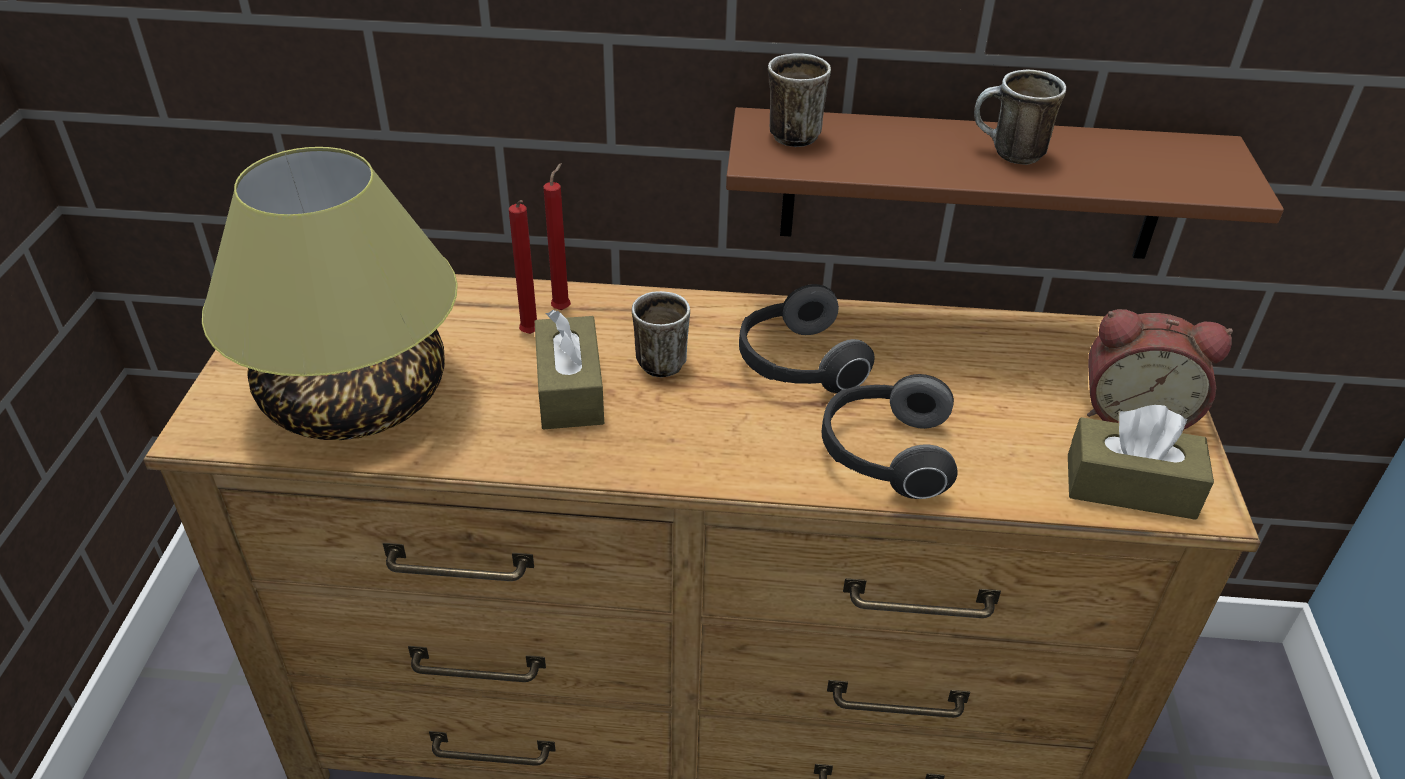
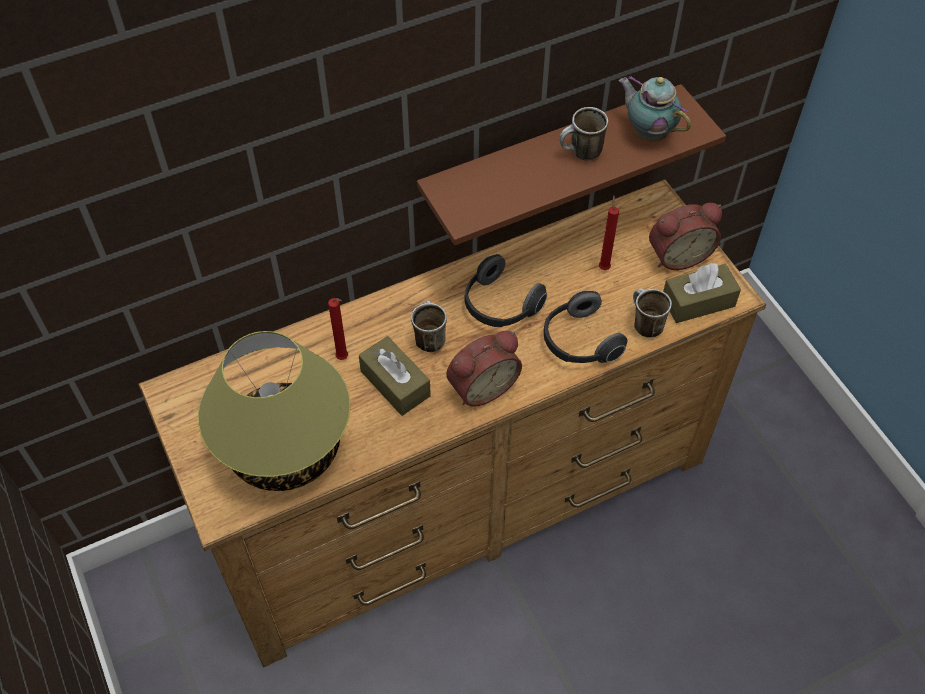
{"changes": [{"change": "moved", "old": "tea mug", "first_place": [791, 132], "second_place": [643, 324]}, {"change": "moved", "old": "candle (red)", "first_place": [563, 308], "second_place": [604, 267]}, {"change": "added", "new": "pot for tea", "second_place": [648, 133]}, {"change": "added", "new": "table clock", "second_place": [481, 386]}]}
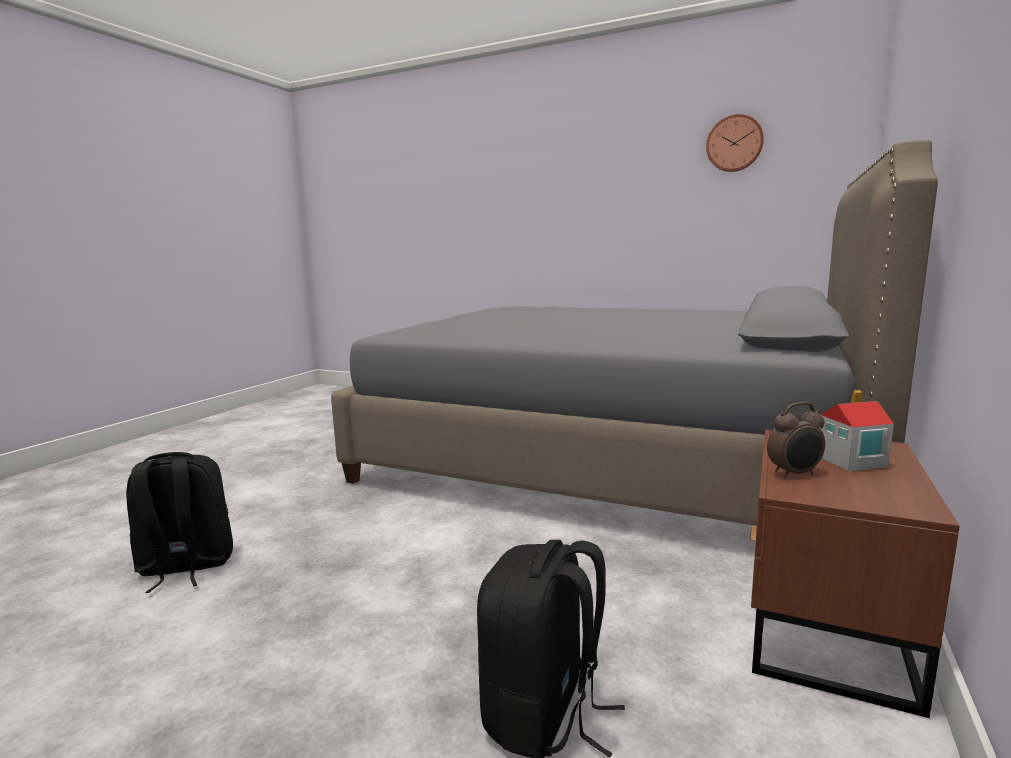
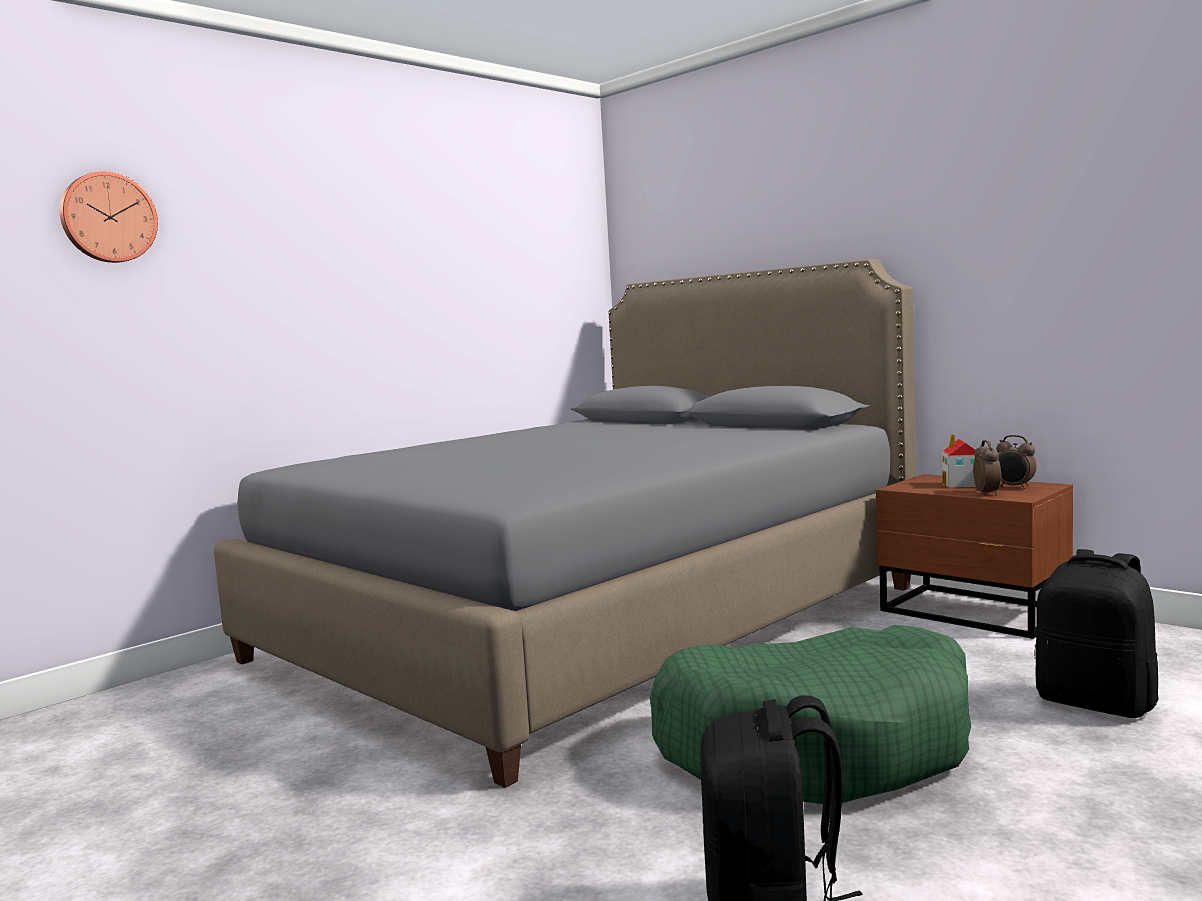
{"changes": [{"change": "moved", "old": "clock on the wall", "first_place": [734, 143], "second_place": [108, 218]}, {"change": "added", "new": "table clock", "second_place": [1014, 487]}, {"change": "added", "new": "dog cushion (green-coloured)", "second_place": [817, 747]}]}
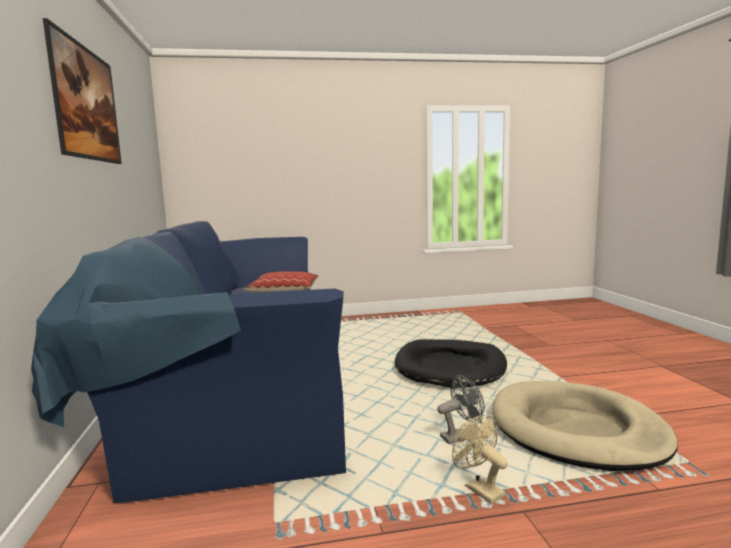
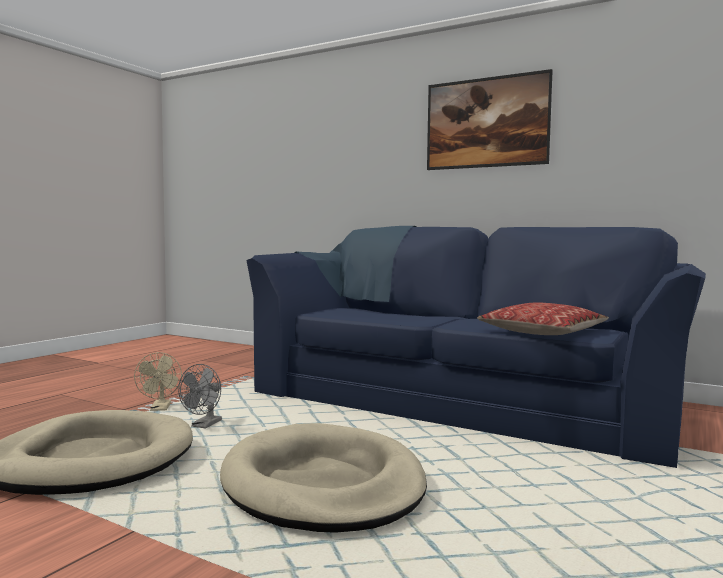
{"changes": [{"change": "recoloured", "old": "dog cushion (black-coloured)", "new": "dog cushion (sand-coloured)", "first_place": [450, 367], "second_place": [323, 485]}, {"change": "turned", "old": "electric fan (sand-coloured)", "first_place": [479, 489], "second_place": [160, 409], "degrees": 75}]}
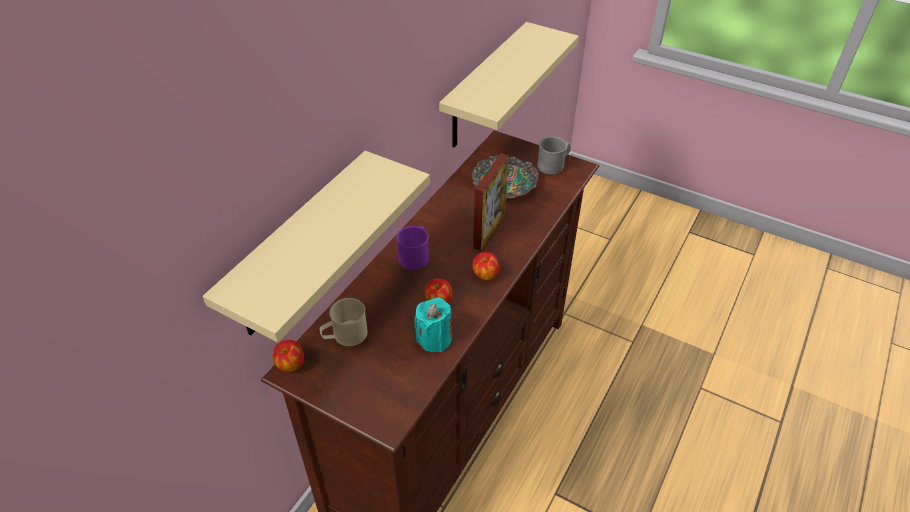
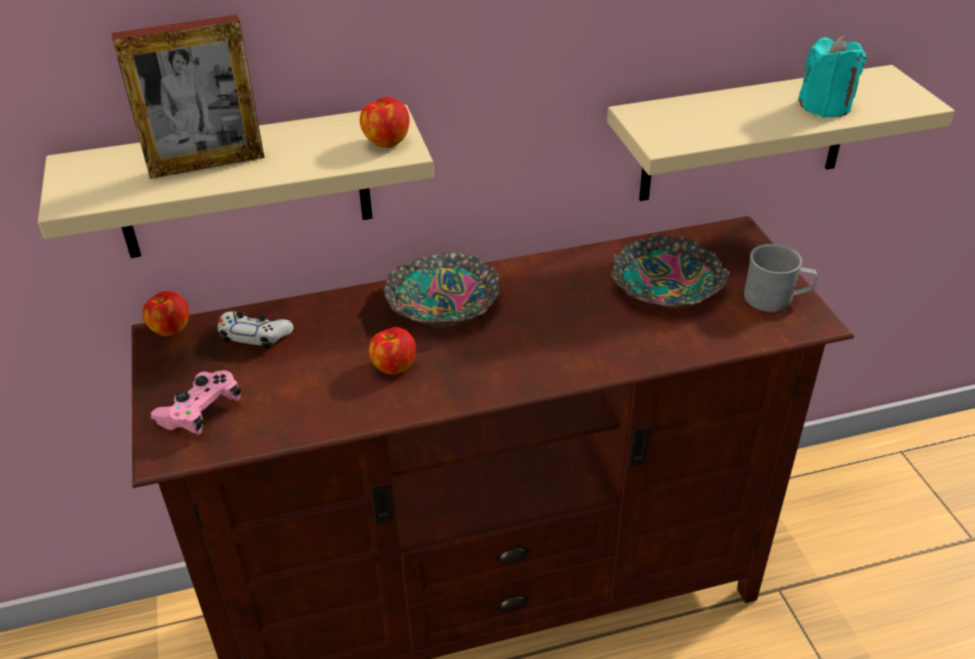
{"changes": [{"change": "moved", "old": "picture frame", "first_place": [489, 230], "second_place": [207, 164]}, {"change": "replaced", "old": "tea mug (purple-coloured)", "new": "deep dish", "first_place": [415, 255], "second_place": [442, 301]}, {"change": "moved", "old": "apple", "first_place": [485, 275], "second_place": [386, 142]}, {"change": "moved", "old": "candle (blue-green)", "first_place": [434, 339], "second_place": [825, 106]}, {"change": "replaced", "old": "tea mug (sand-coloured)", "new": "game controller (white)", "first_place": [345, 336], "second_place": [255, 336]}, {"change": "added", "new": "game controller (pink)", "second_place": [200, 412]}]}
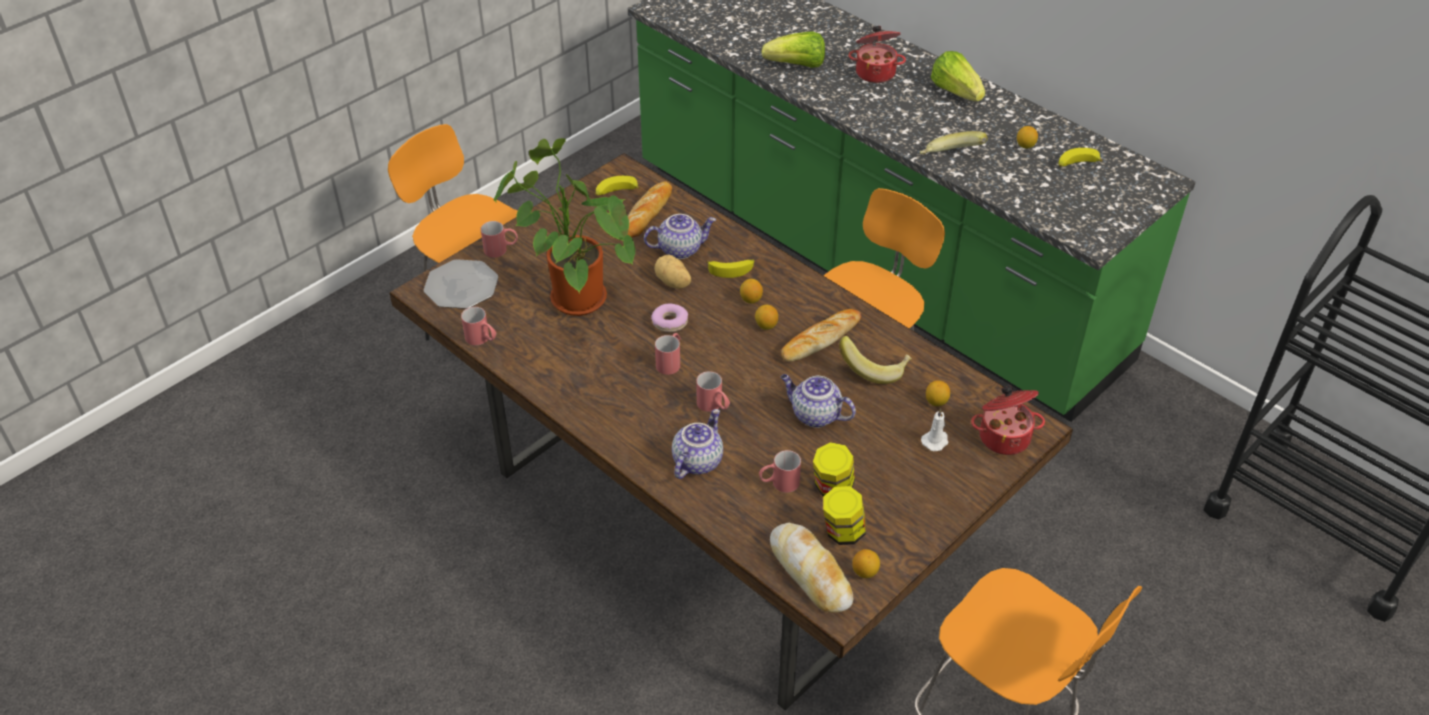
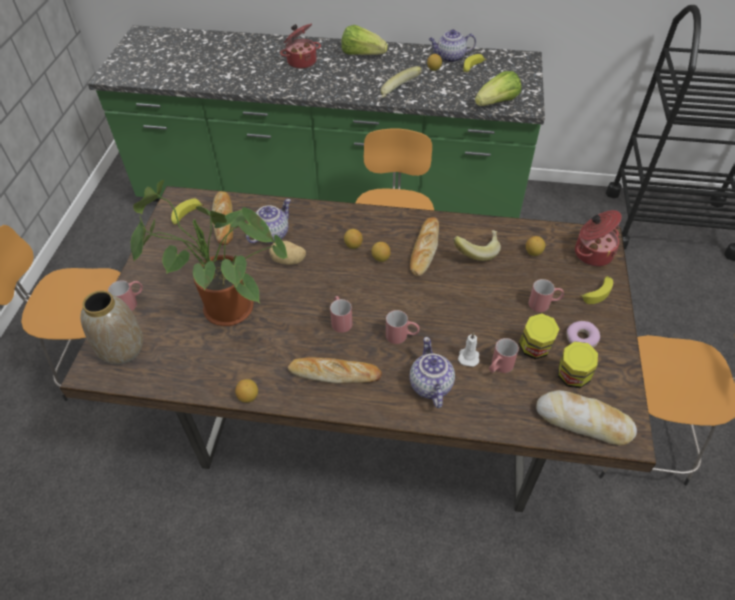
{"changes": [{"change": "moved", "old": "lettuce head", "first_place": [797, 65], "second_place": [497, 103]}, {"change": "replaced", "old": "flat dish", "new": "vase", "first_place": [461, 286], "second_place": [122, 348]}, {"change": "moved", "old": "banana fruit", "first_place": [731, 270], "second_place": [597, 292]}, {"change": "moved", "old": "donut", "first_place": [670, 322], "second_place": [581, 338]}, {"change": "moved", "old": "tea mug (red)", "first_place": [482, 339], "second_place": [544, 304]}, {"change": "moved", "old": "pot for tea", "first_place": [814, 415], "second_place": [450, 57]}, {"change": "moved", "old": "candle (white)", "first_place": [935, 441], "second_place": [468, 356]}, {"change": "moved", "old": "citrus fruit", "first_place": [865, 572], "second_place": [248, 396]}, {"change": "added", "new": "bakery bread", "second_place": [334, 373]}]}
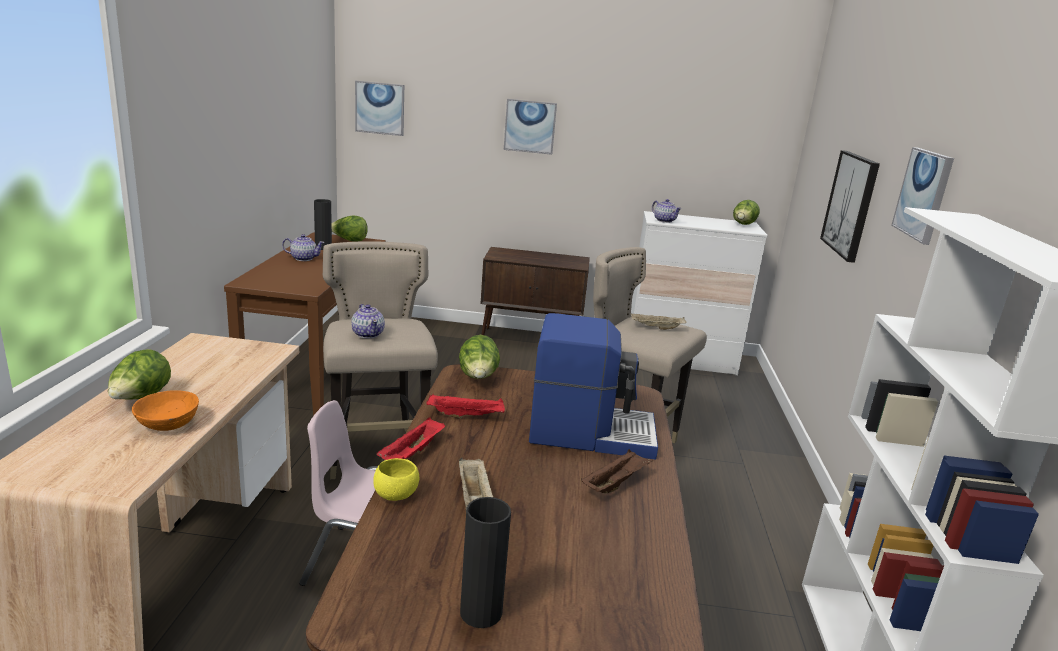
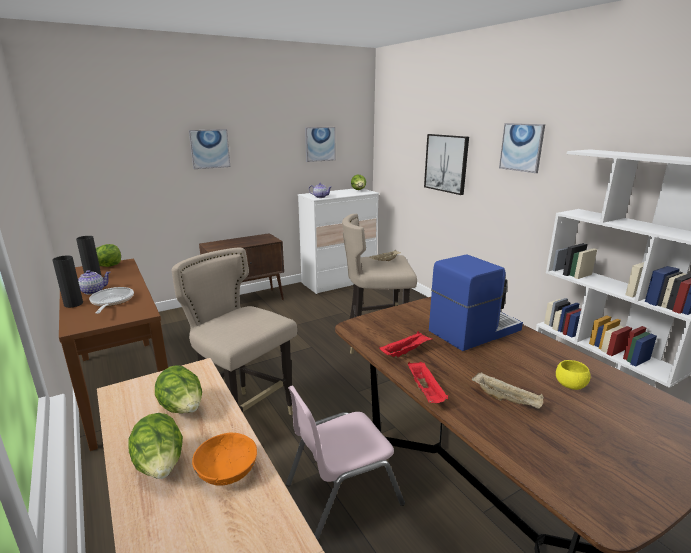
{"changes": [{"change": "moved", "old": "wall art", "first_place": [380, 108], "second_place": [320, 144]}, {"change": "removed", "old": "pot for tea", "first_place": [368, 334]}, {"change": "moved", "old": "lettuce head", "first_place": [478, 378], "second_place": [183, 409]}, {"change": "removed", "old": "tray (brown)", "first_place": [615, 483]}, {"change": "moved", "old": "deep dish (yellow)", "first_place": [396, 495], "second_place": [570, 385]}, {"change": "moved", "old": "vase (black-coloured)", "first_place": [481, 612], "second_place": [73, 304]}, {"change": "added", "new": "skillet", "second_place": [111, 302]}]}
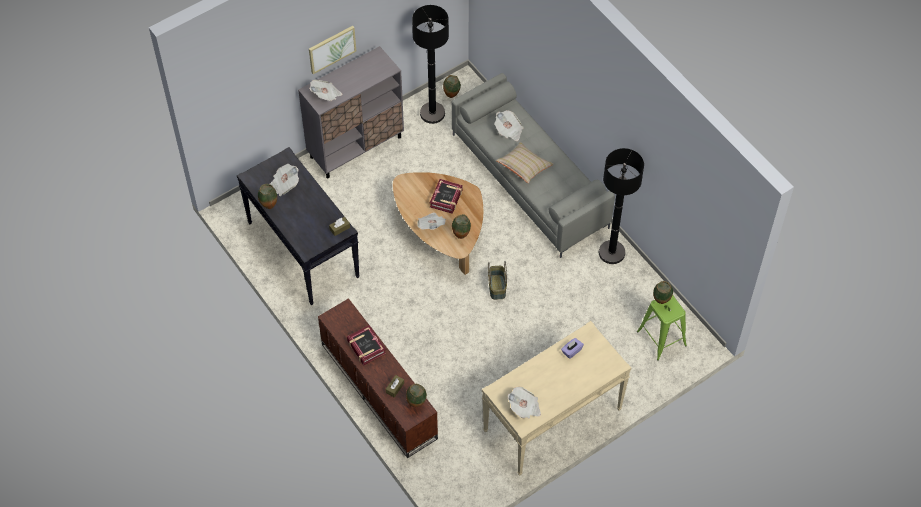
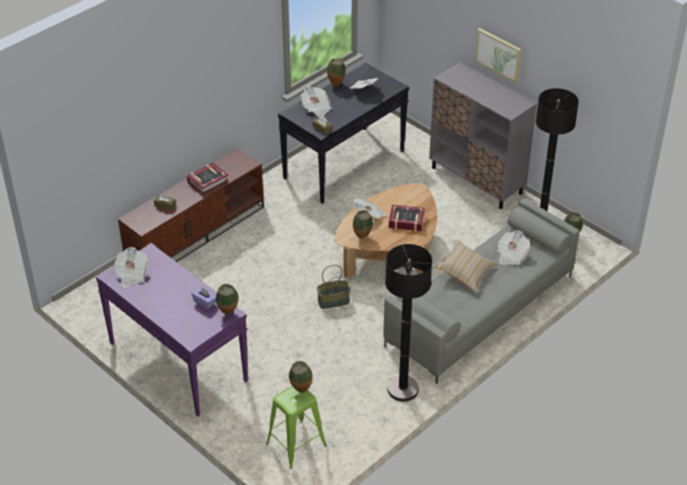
{"changes": [{"change": "moved", "old": "daily paper", "first_place": [326, 95], "second_place": [316, 108]}, {"change": "recoloured", "old": "console table (sand-coloured)", "new": "console table (purple-coloured)", "first_place": [552, 420], "second_place": [177, 362]}, {"change": "moved", "old": "vase", "first_place": [416, 403], "second_place": [228, 313]}]}
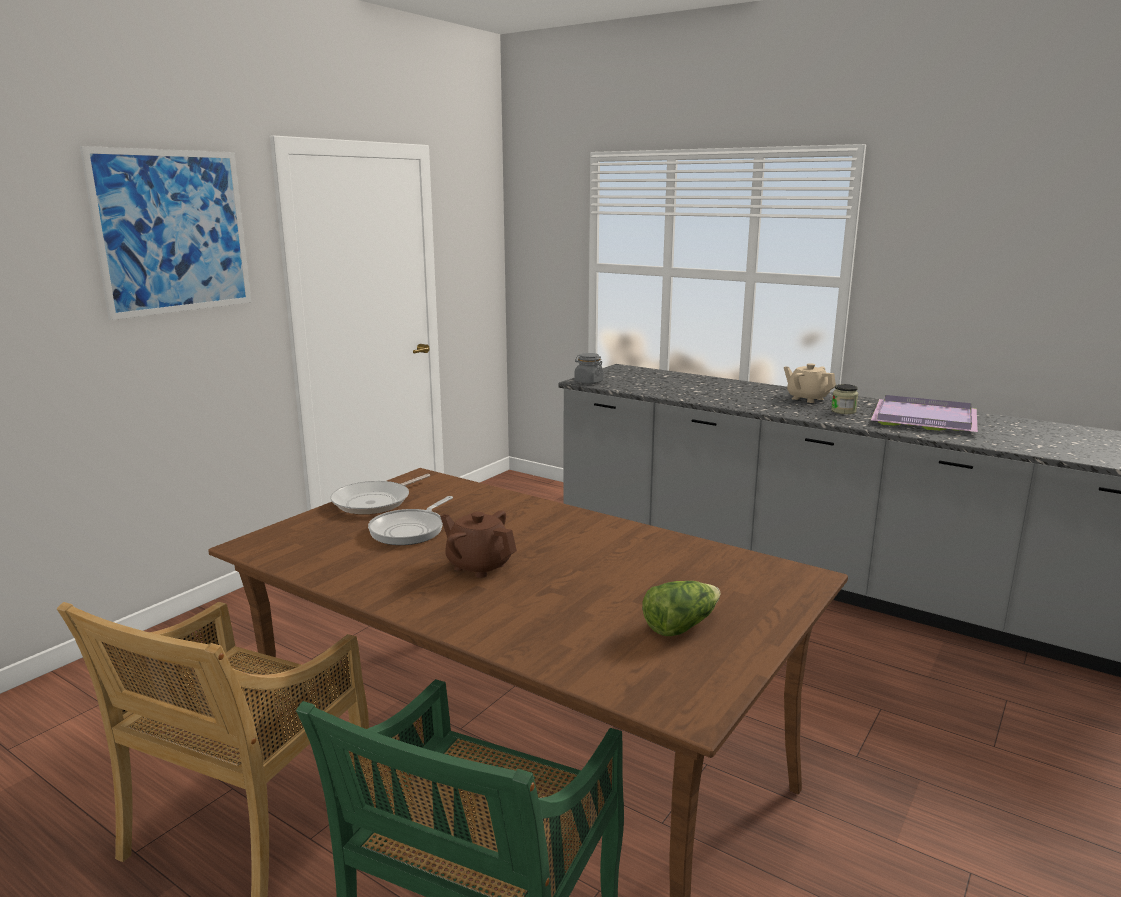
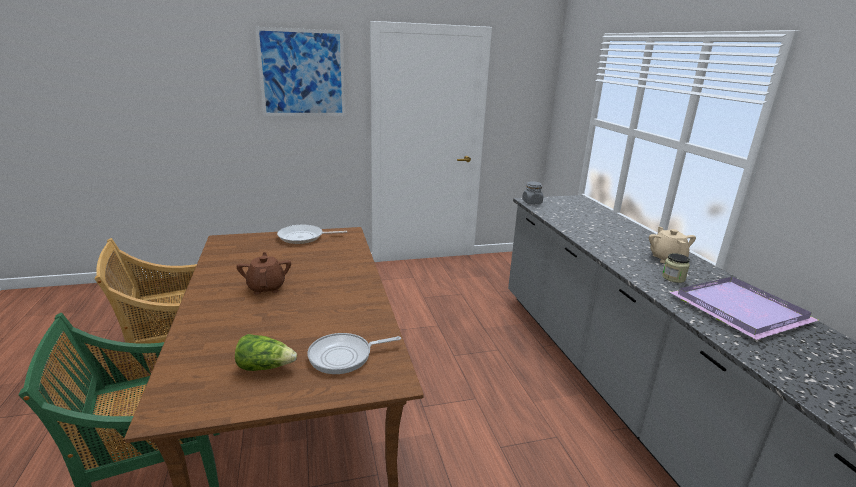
{"changes": [{"change": "moved", "old": "skillet", "first_place": [410, 530], "second_place": [344, 356]}]}
